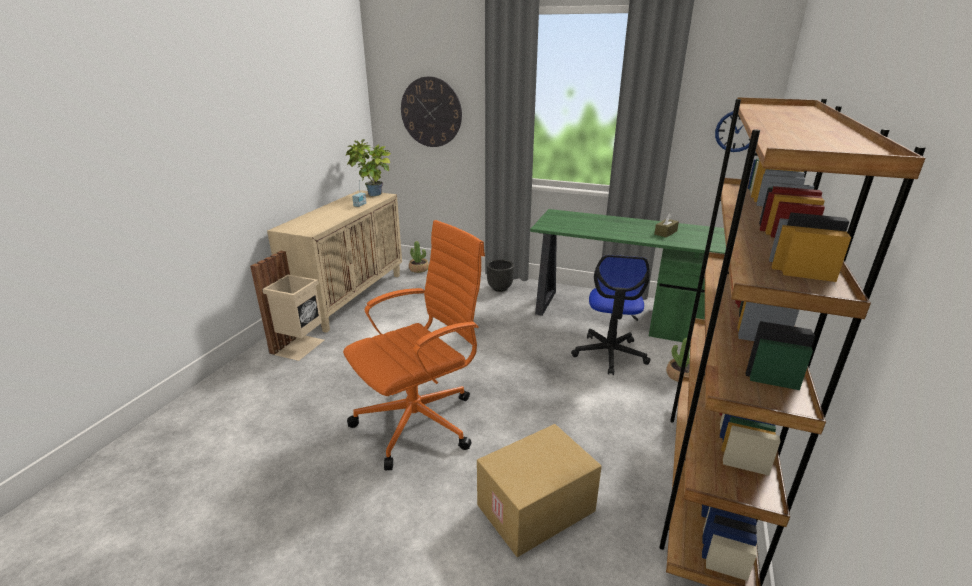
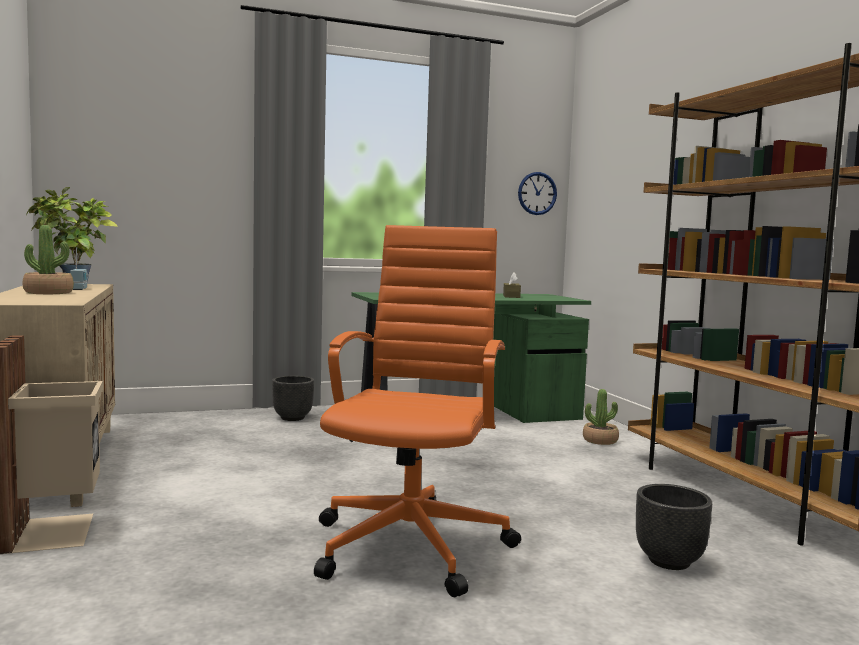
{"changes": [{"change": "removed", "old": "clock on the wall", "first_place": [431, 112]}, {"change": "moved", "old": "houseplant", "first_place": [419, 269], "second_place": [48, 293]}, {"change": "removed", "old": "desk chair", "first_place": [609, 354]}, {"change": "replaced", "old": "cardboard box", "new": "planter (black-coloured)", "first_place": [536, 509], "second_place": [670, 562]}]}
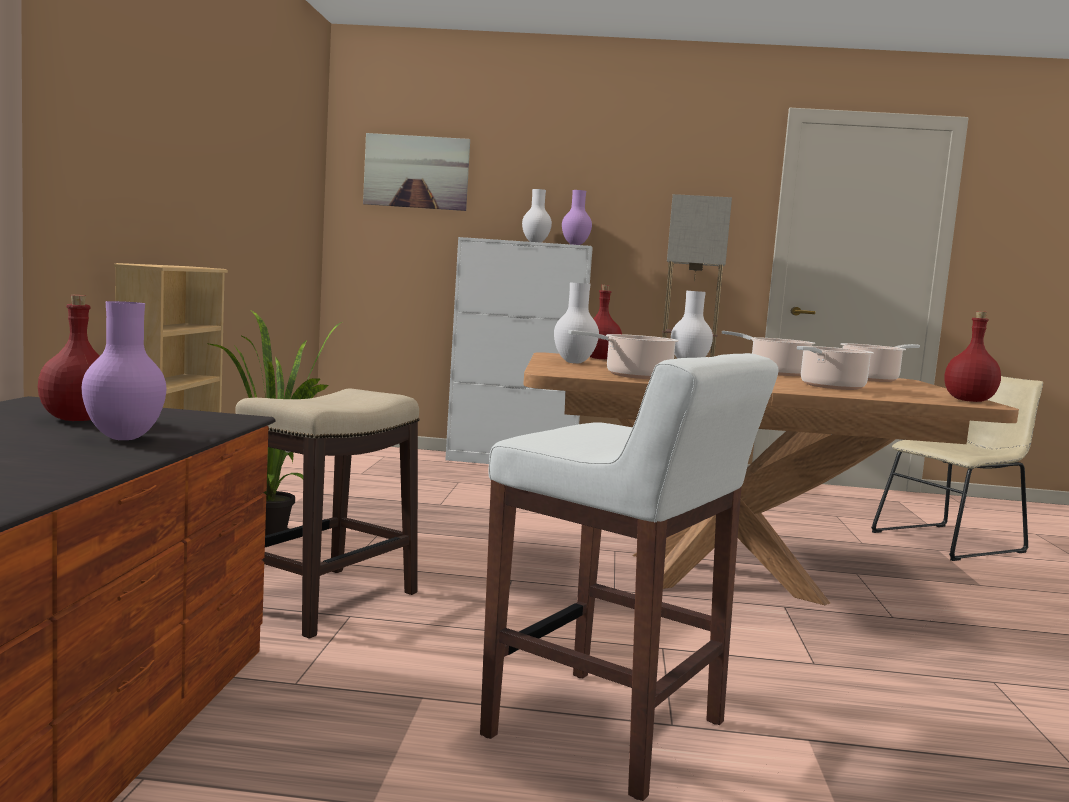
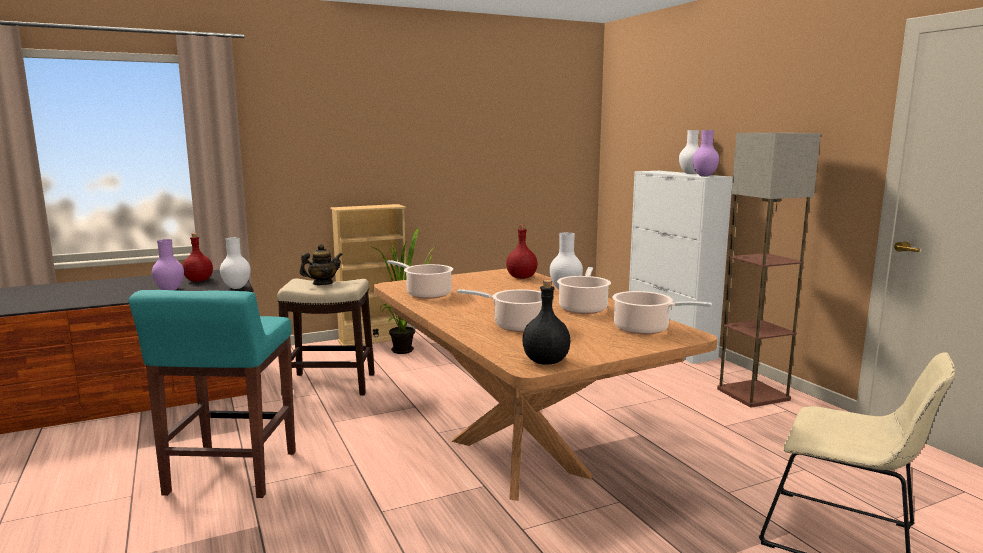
{"changes": [{"change": "removed", "old": "wall art", "first_place": [416, 172]}, {"change": "moved", "old": "vase (white)", "first_place": [575, 362], "second_place": [237, 288]}, {"change": "recoloured", "old": "bottle (red)", "new": "bottle (black-coloured)", "first_place": [970, 401], "second_place": [545, 362]}, {"change": "recoloured", "old": "stool seat (white)", "new": "stool seat (blue-green)", "first_place": [609, 731], "second_place": [231, 474]}, {"change": "added", "new": "pot for tea", "second_place": [322, 284]}]}
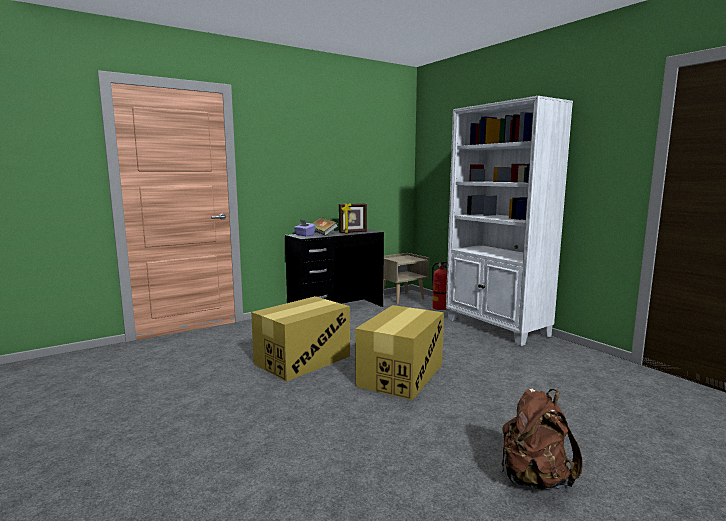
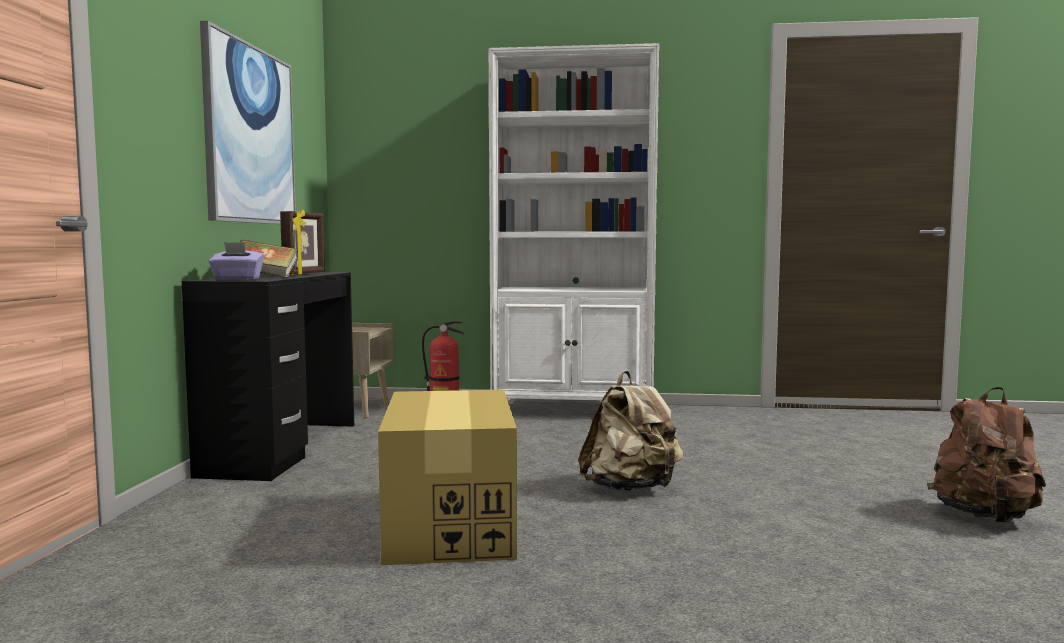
{"changes": [{"change": "replaced", "old": "cardboard box", "new": "knapsack (sand-coloured)", "first_place": [401, 374], "second_place": [631, 488]}, {"change": "added", "new": "wall art", "second_place": [250, 135]}]}
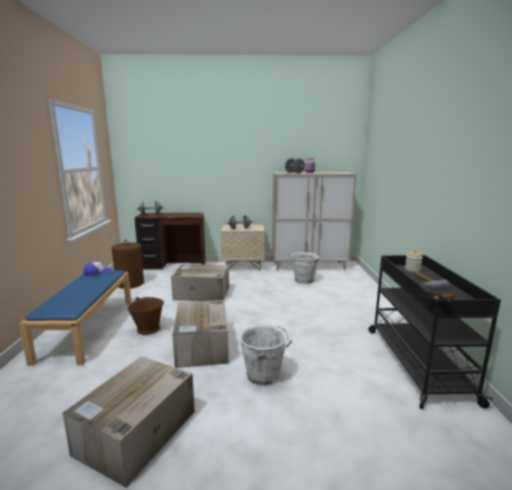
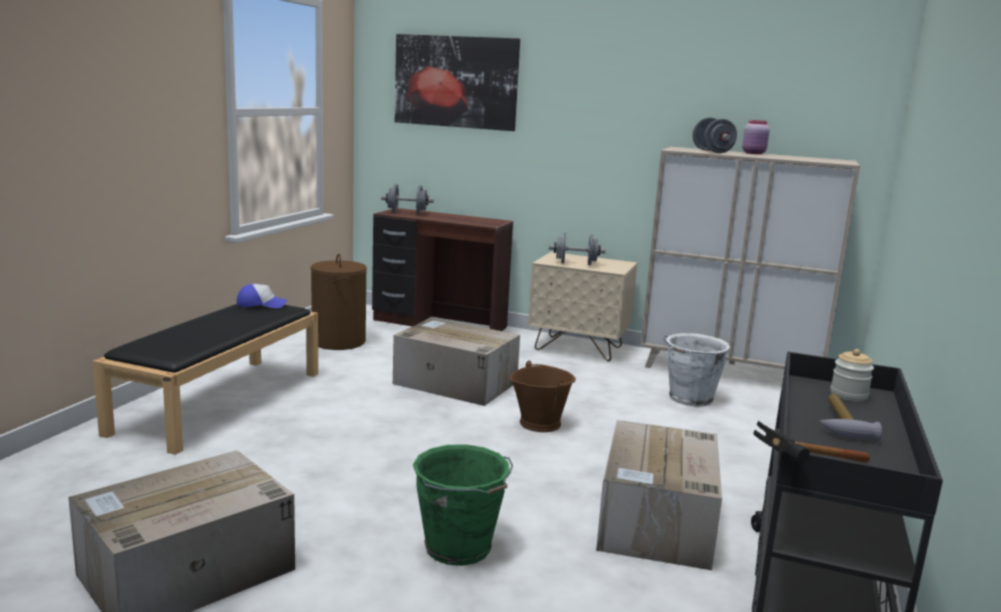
{"changes": [{"change": "recoloured", "old": "long seat (blue)", "new": "long seat (black-coloured)", "first_place": [88, 328], "second_place": [220, 401]}, {"change": "moved", "old": "water bucket (brown)", "first_place": [148, 329], "second_place": [540, 423]}, {"change": "moved", "old": "cardboard box", "first_place": [202, 346], "second_place": [656, 522]}, {"change": "recoloured", "old": "water bucket (white)", "new": "water bucket (green-coloured)", "first_place": [264, 376], "second_place": [459, 549]}, {"change": "added", "new": "wall art", "second_place": [456, 82]}]}
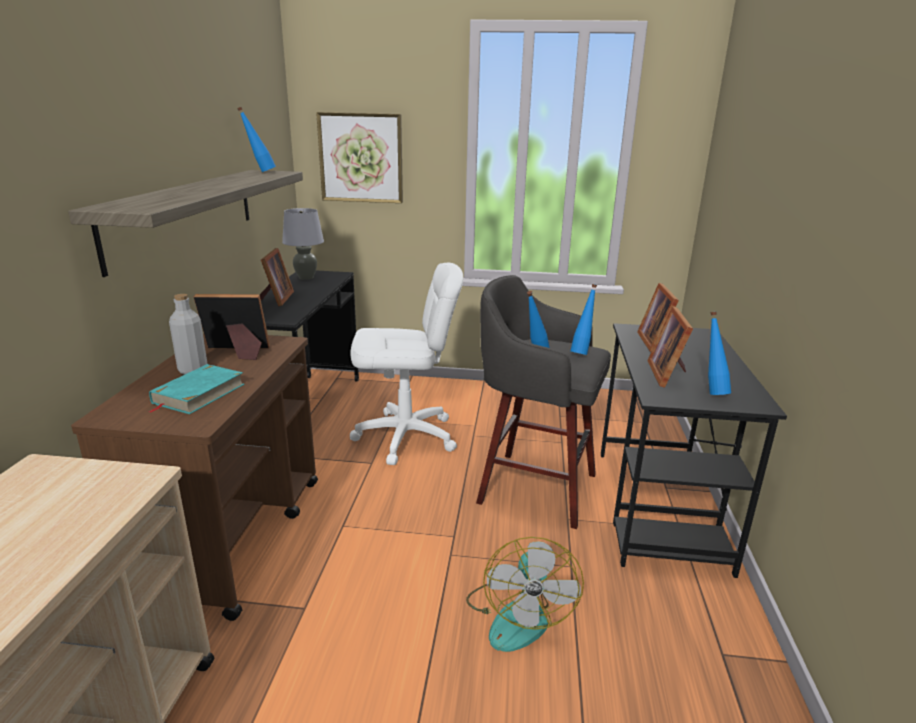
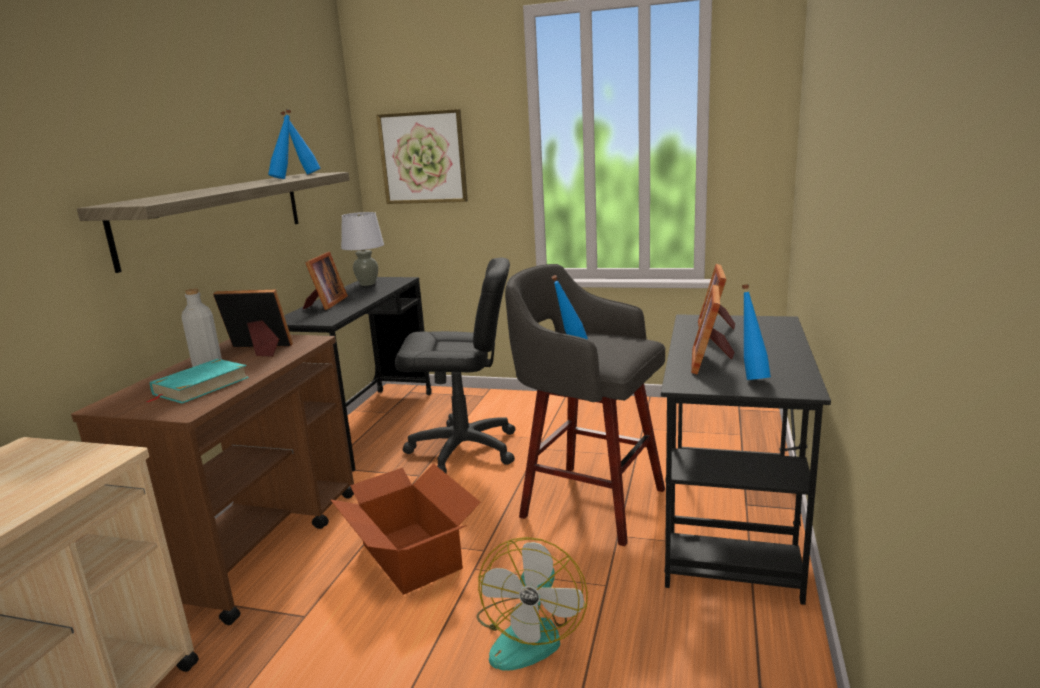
{"changes": [{"change": "recoloured", "old": "desk chair (white)", "new": "desk chair (black-coloured)", "first_place": [406, 437], "second_place": [464, 449]}, {"change": "moved", "old": "bottle (blue)", "first_place": [581, 352], "second_place": [285, 178]}, {"change": "added", "new": "cardboard box", "second_place": [410, 557]}]}
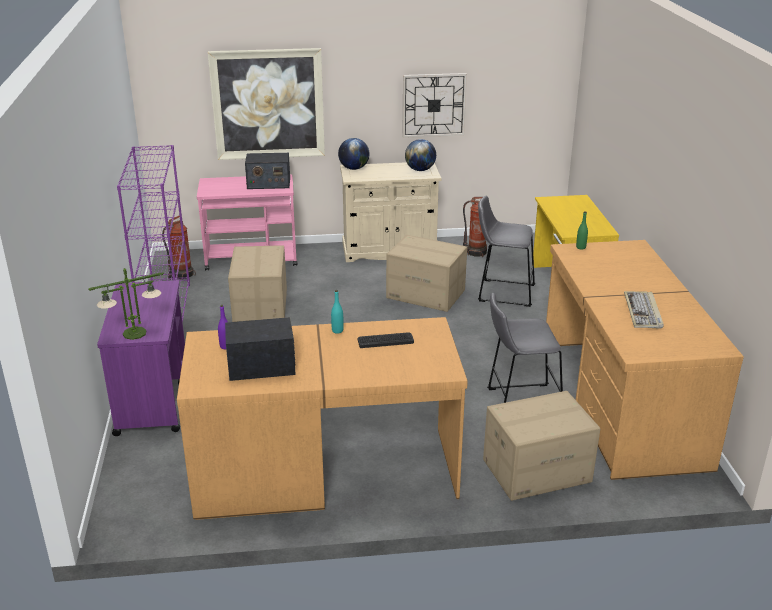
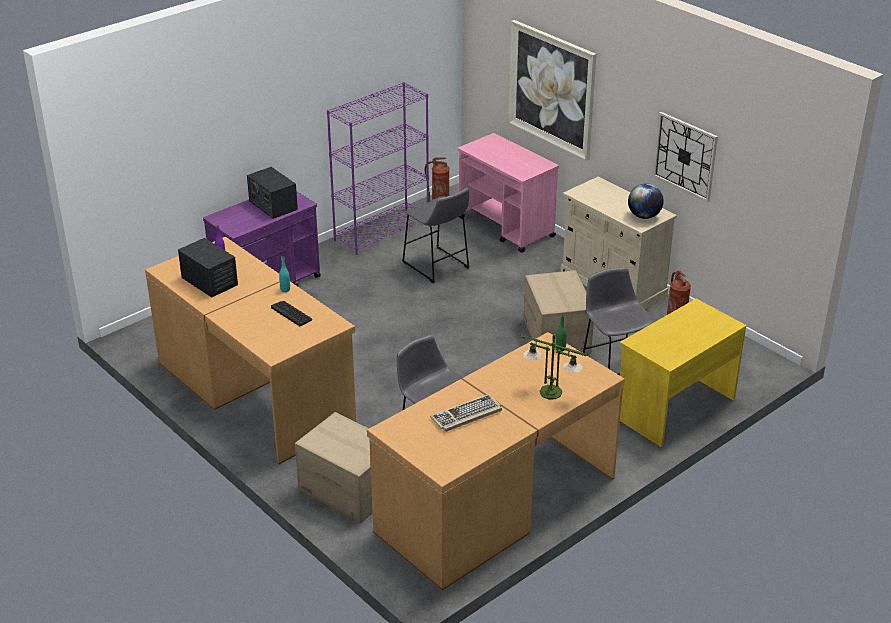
{"changes": [{"change": "removed", "old": "desk globe", "first_place": [354, 168]}, {"change": "moved", "old": "radio", "first_place": [268, 183], "second_place": [273, 205]}, {"change": "replaced", "old": "cardboard box", "new": "stool seat (grey)", "first_place": [261, 305], "second_place": [437, 267]}, {"change": "moved", "old": "lamp for a table", "first_place": [135, 333], "second_place": [551, 392]}]}
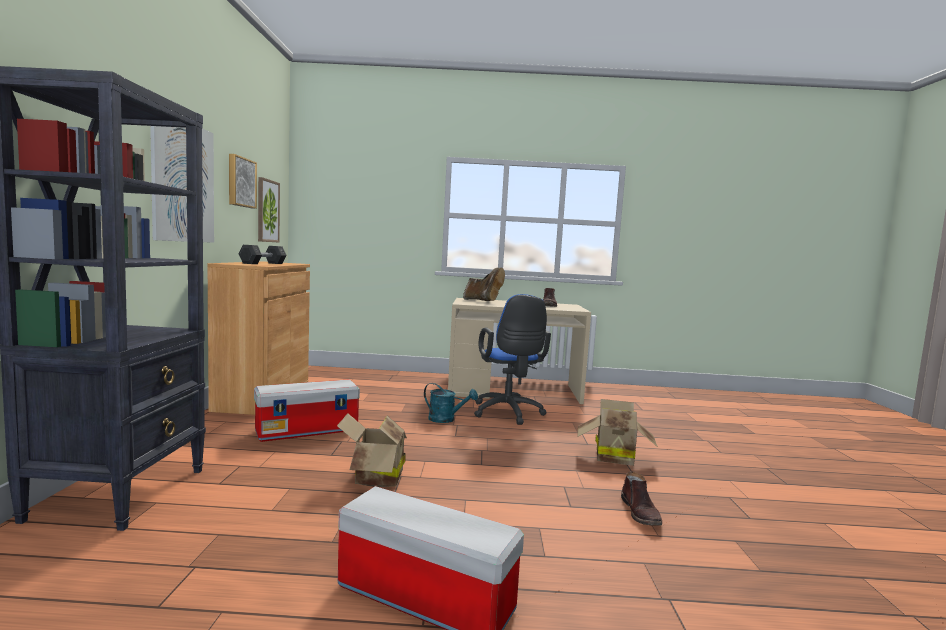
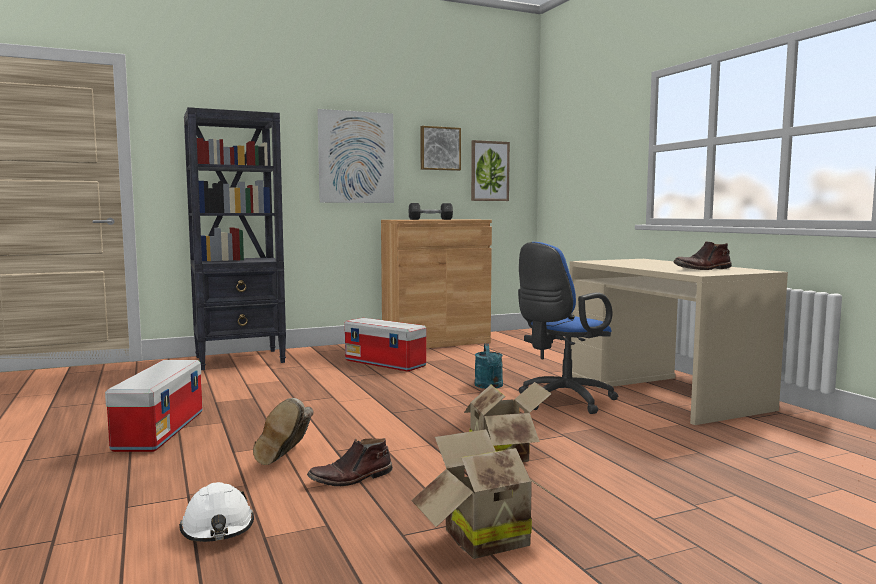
{"changes": [{"change": "moved", "old": "boot (brown)", "first_place": [483, 301], "second_place": [287, 459]}, {"change": "moved", "old": "cardboard box", "first_place": [374, 478], "second_place": [481, 537]}, {"change": "added", "new": "work helmet (white)", "second_place": [218, 529]}]}
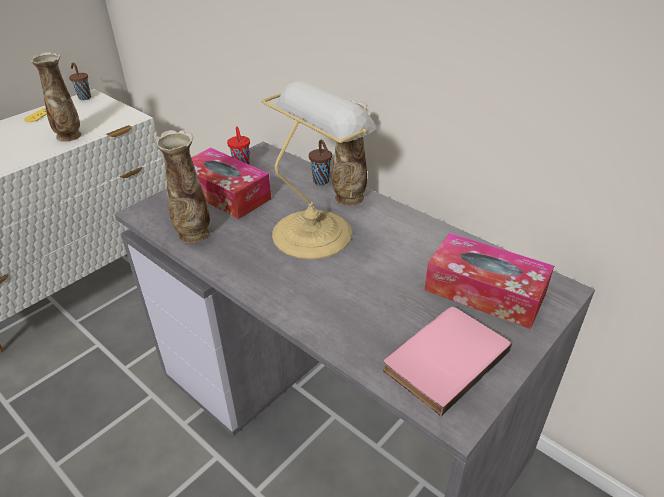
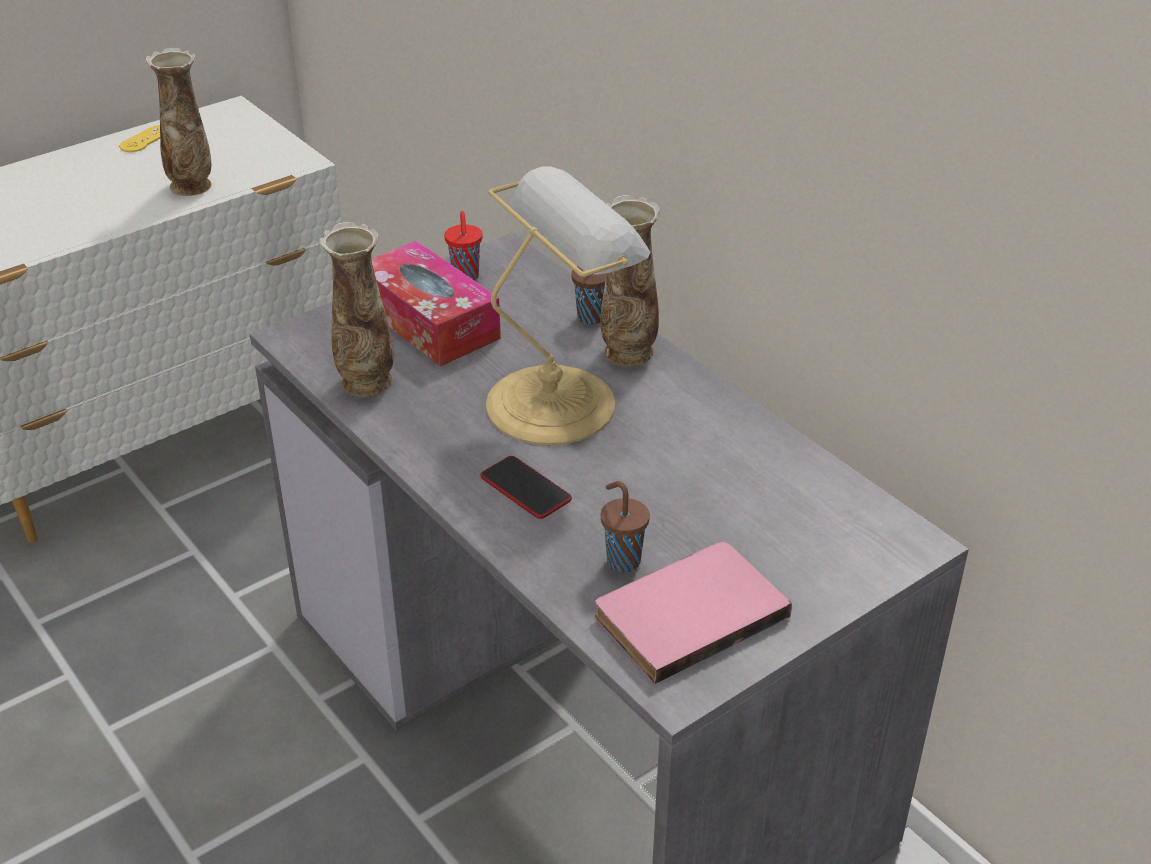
{"changes": [{"change": "moved", "old": "drinking cup (brown)", "first_place": [84, 97], "second_place": [622, 560]}, {"change": "removed", "old": "tissue holder", "first_place": [484, 292]}, {"change": "added", "new": "phone", "second_place": [525, 489]}]}
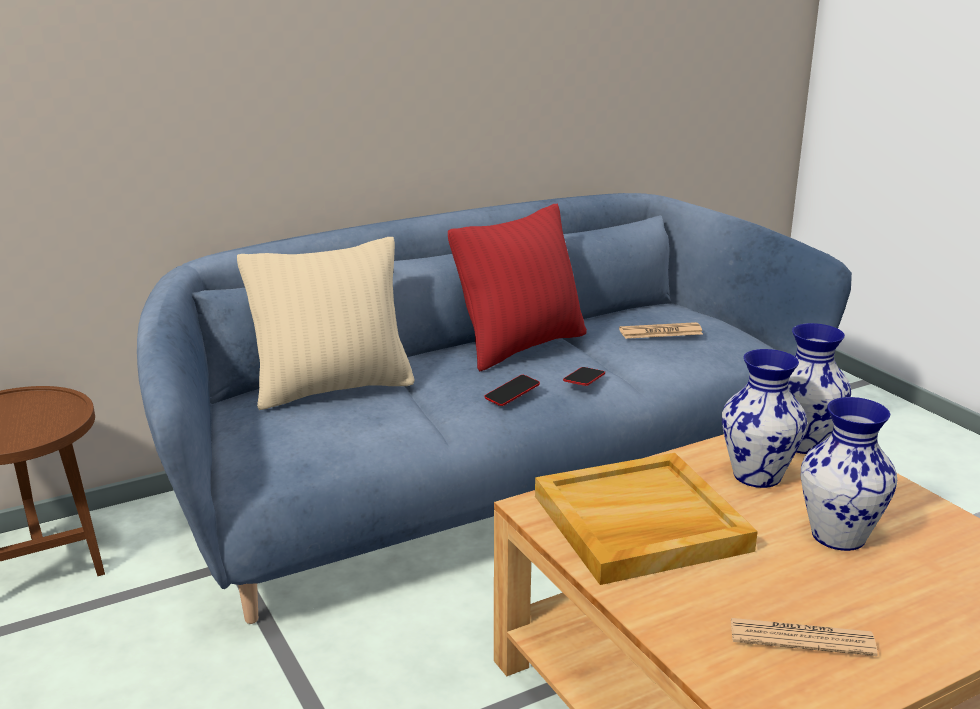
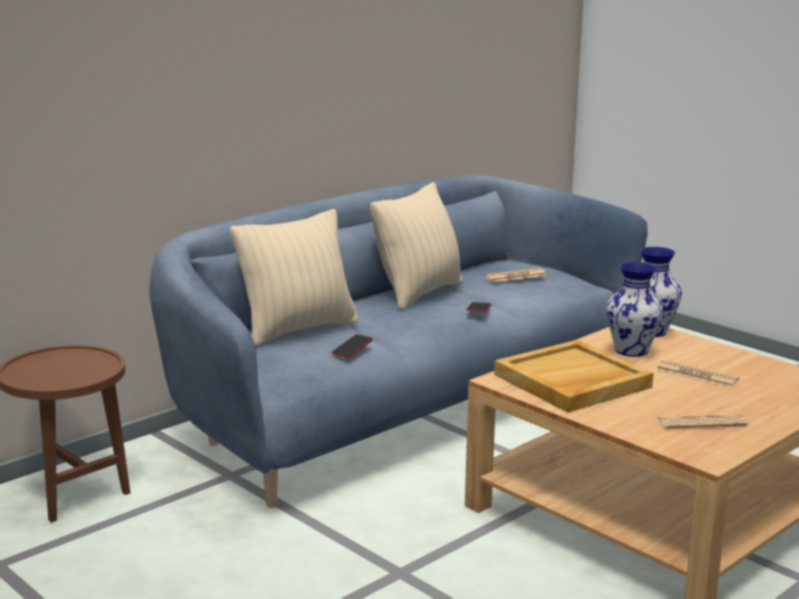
{"changes": [{"change": "recoloured", "old": "pillow (red)", "new": "pillow (sand-coloured)", "first_place": [521, 347], "second_place": [419, 293]}, {"change": "moved", "old": "phone", "first_place": [512, 394], "second_place": [352, 349]}, {"change": "replaced", "old": "vase", "new": "daily paper", "first_place": [836, 536], "second_place": [697, 375]}]}
